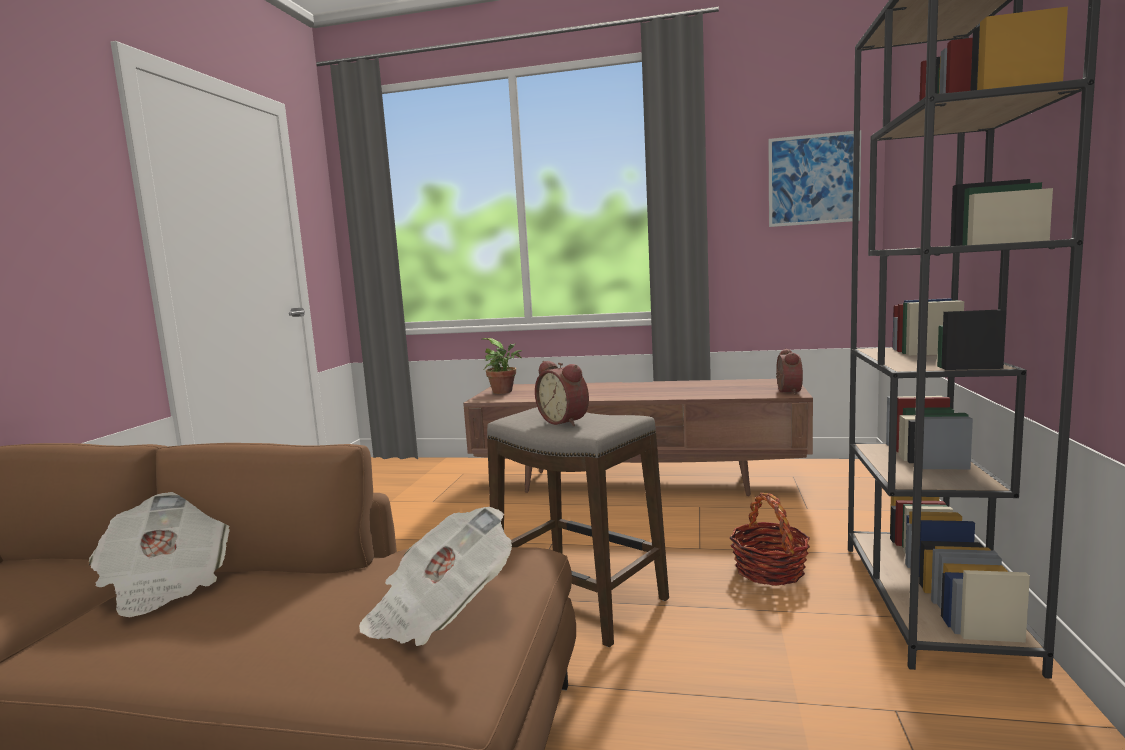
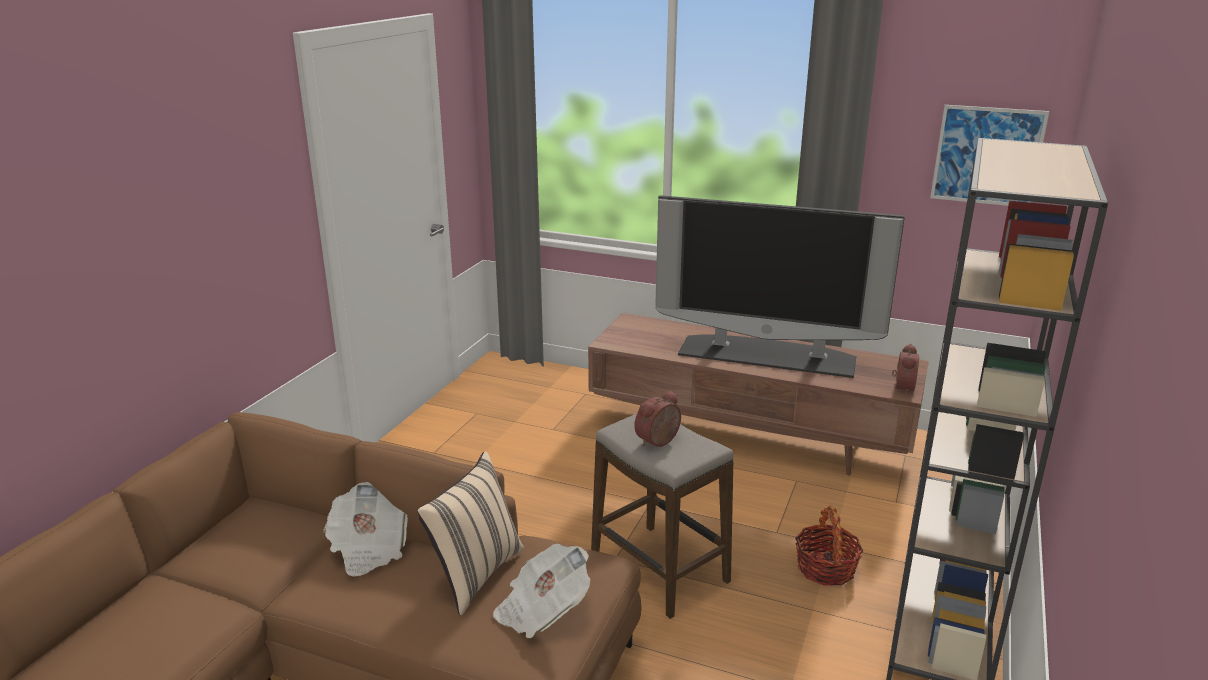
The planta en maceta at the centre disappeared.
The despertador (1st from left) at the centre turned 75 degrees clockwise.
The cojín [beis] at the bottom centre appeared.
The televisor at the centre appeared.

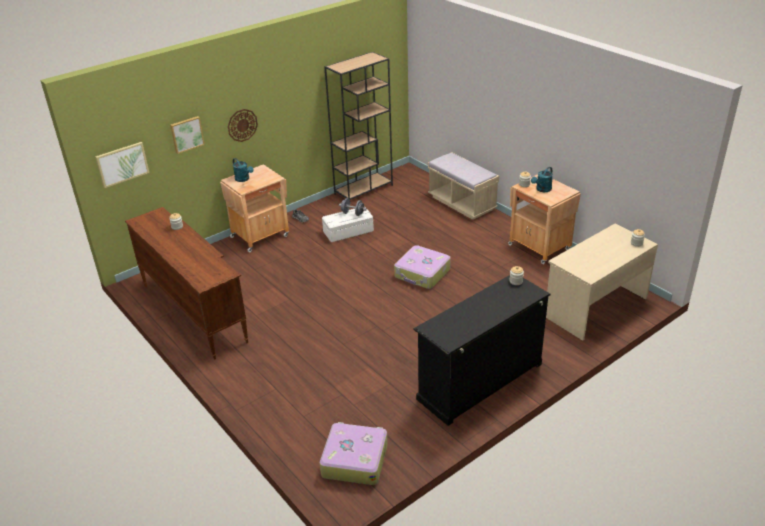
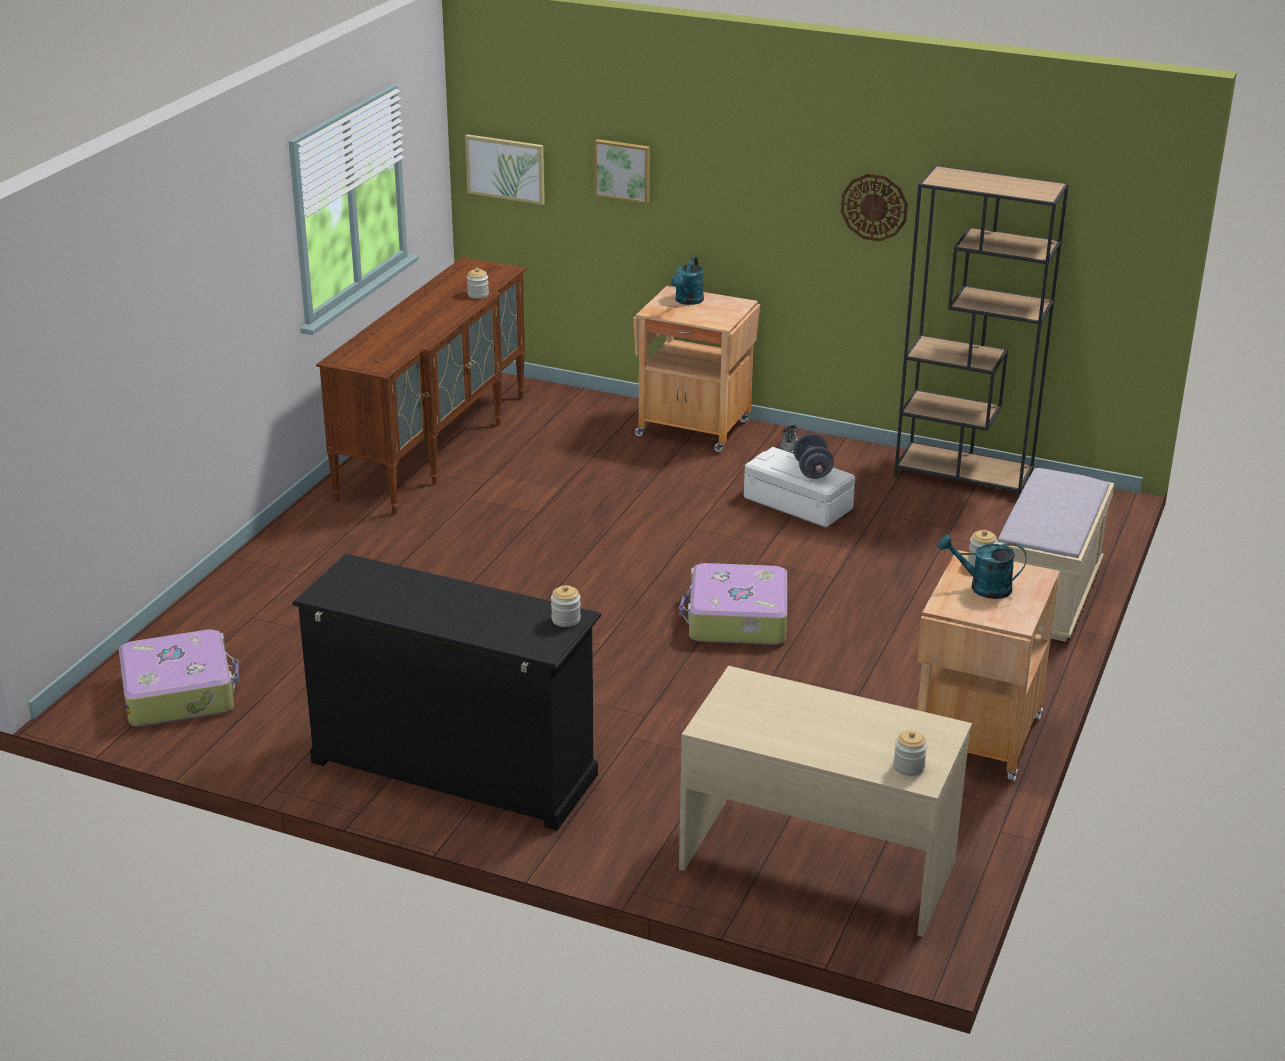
The reloj de pared moved from the top left to the top right.

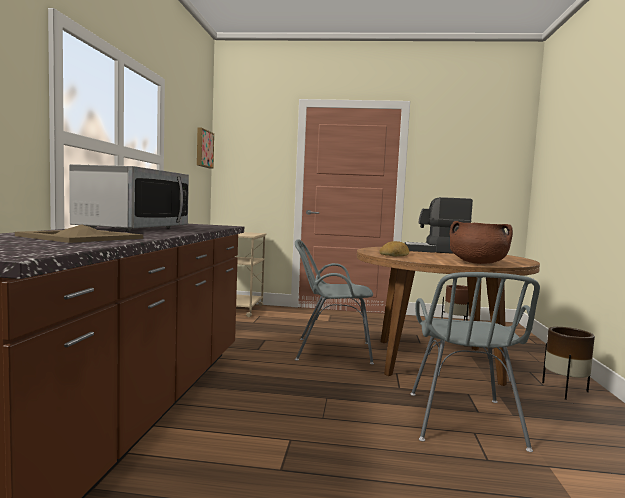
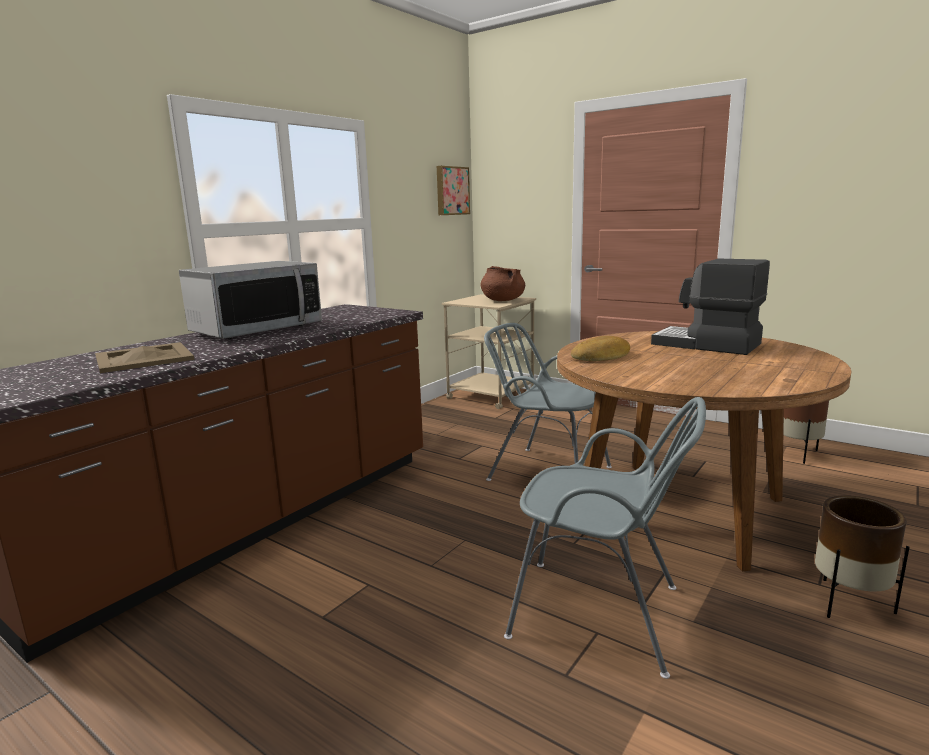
The silla [gris] (2nd from left) at the bottom right turned 105 degrees counterclockwise.
The olla [marrón] moved from the middle right to the centre.

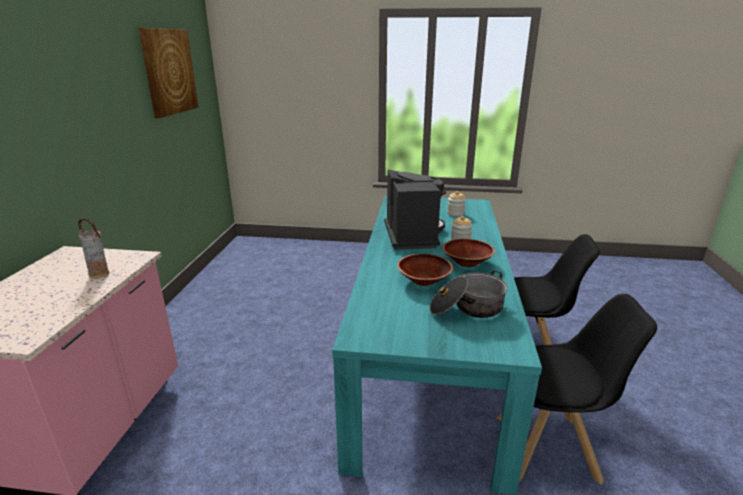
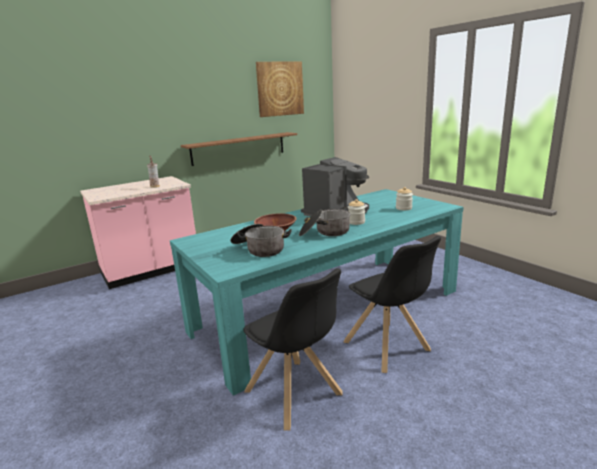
The cuenco [marrón] (2nd from left) at the centre was replaced by the olla (2nd from left) at the centre.
The estante [marrón] at the top centre appeared.

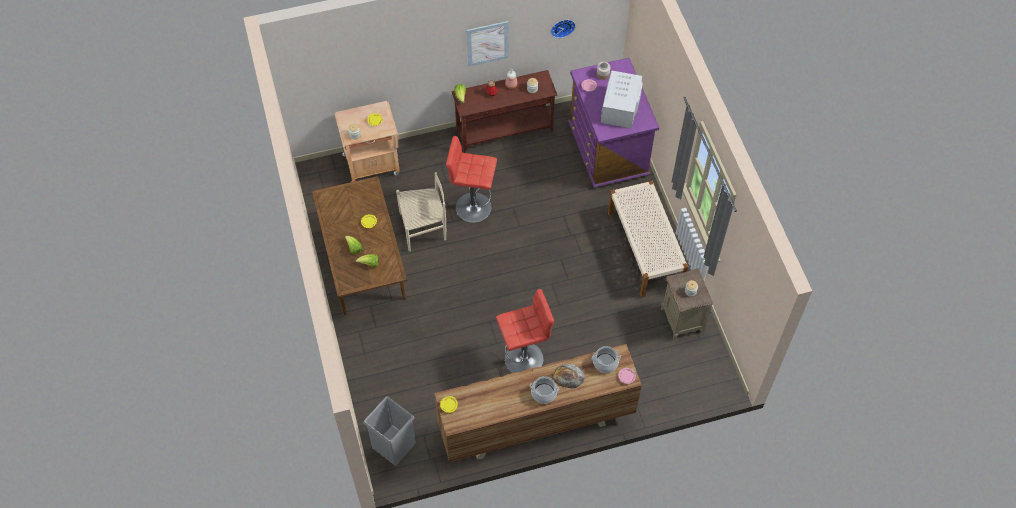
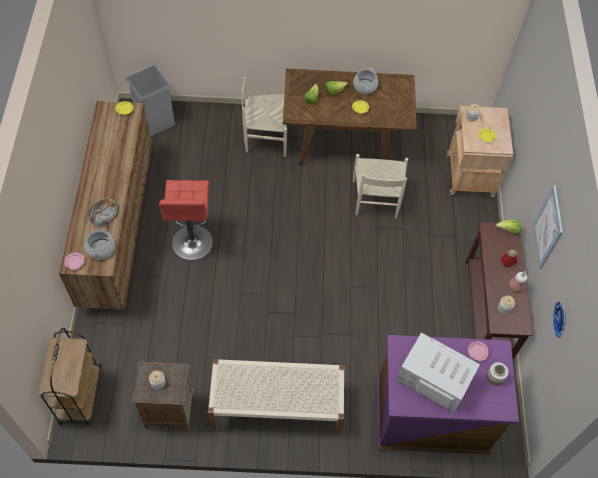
The taburete [rojo] (1st from left) at the centre disappeared.
The olla (1st from left in the first image) moved from the bottom centre to the top centre.
The carrito [marrón] (1st from left) at the bottom left appeared.
The silla [beis] (1st from left) at the top centre appeared.

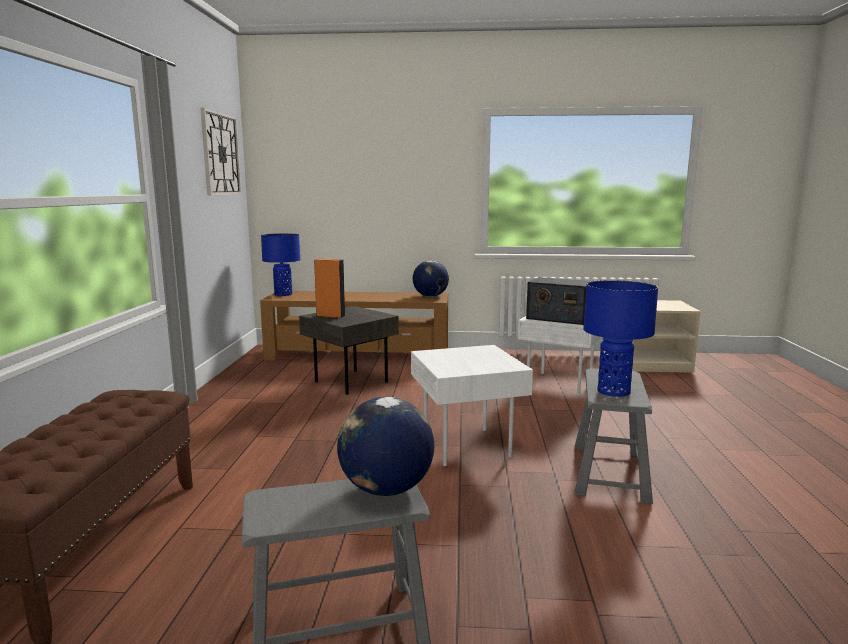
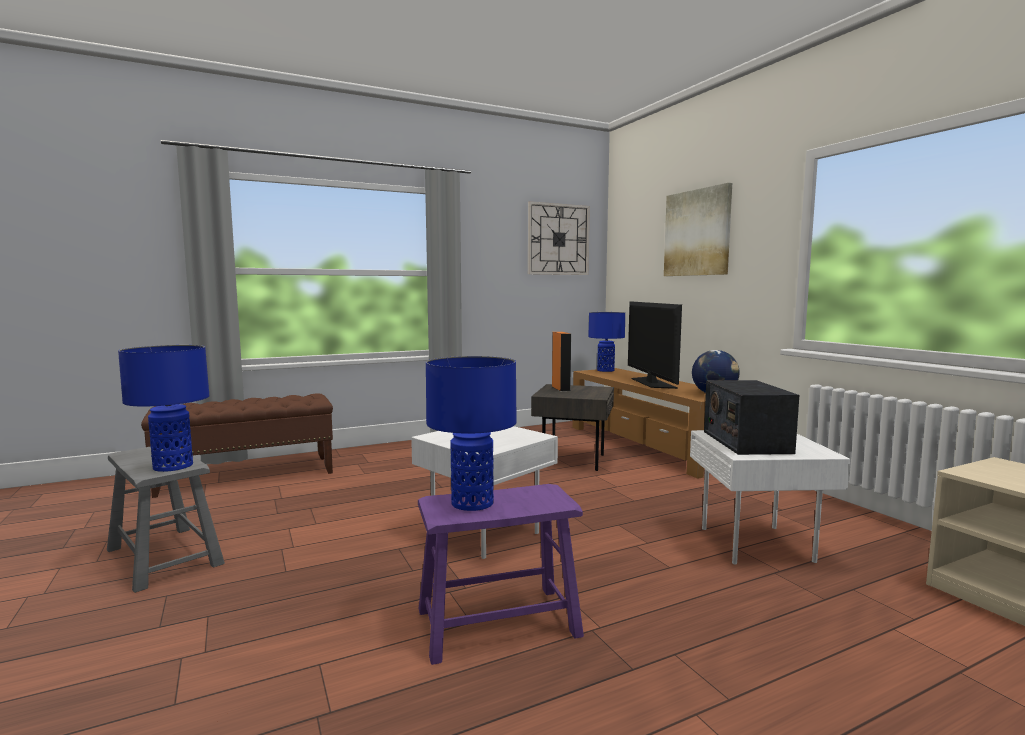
The globo terráqueo (1st from left) at the bottom centre was replaced by the lámpara de mesa [azul] (1st from left) at the middle left.
The taburete [gris] (2nd from left) at the bottom right became the taburete [morado] at the bottom centre.
The televisor at the centre appeared.
The cuadro at the top right appeared.

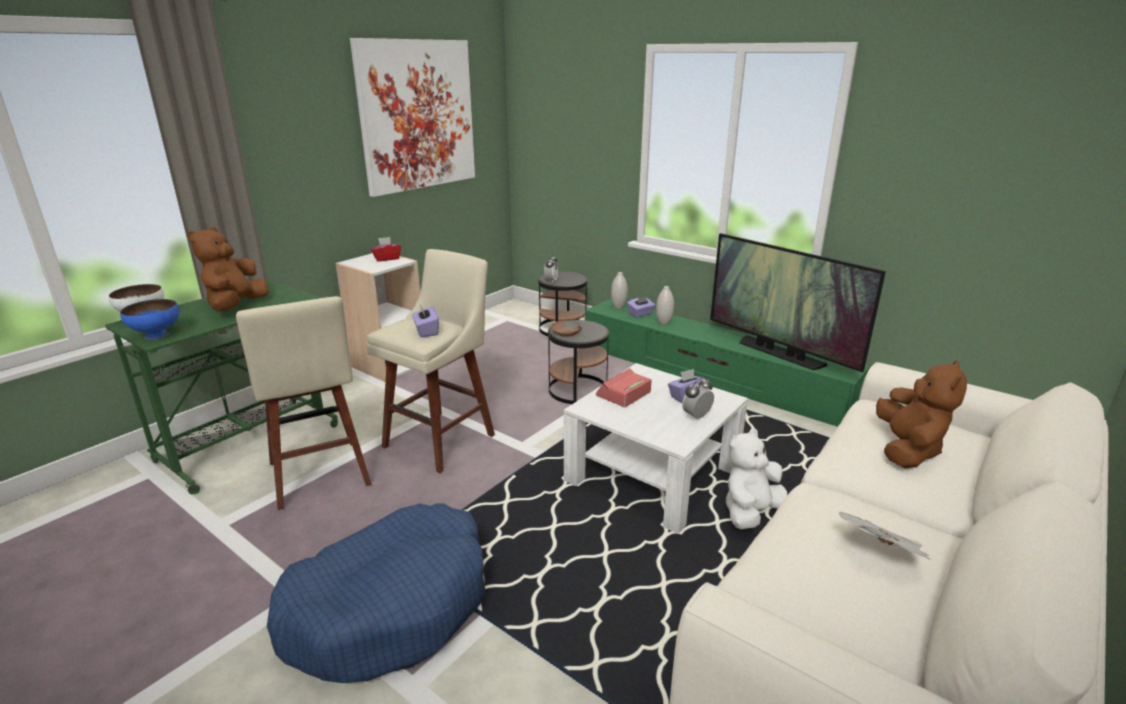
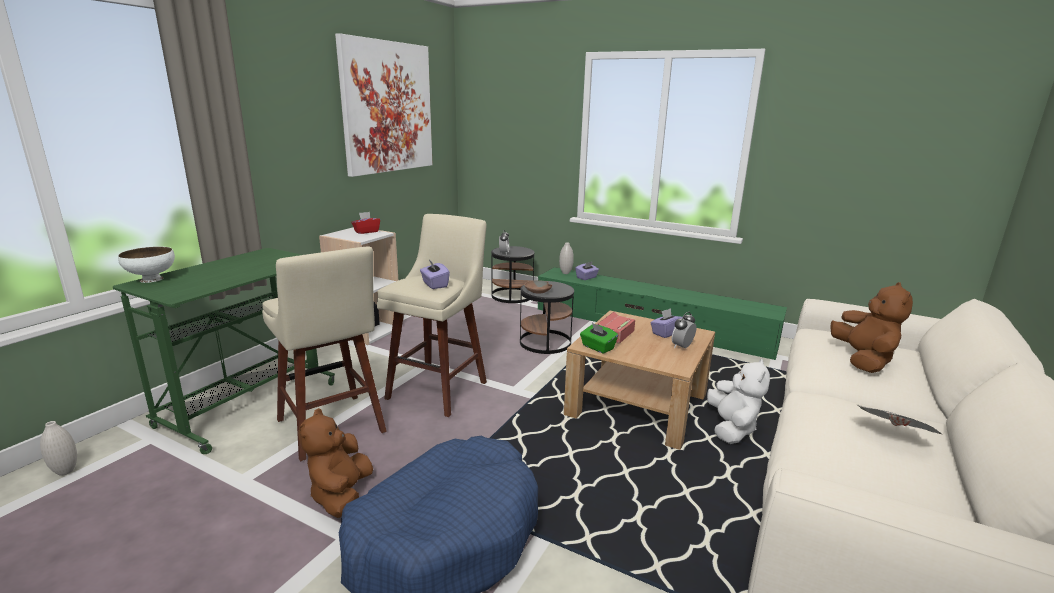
The cuenco [azul] at the middle left disappeared.
The peluche [marrón] (1st from left) moved from the middle left to the bottom left.
The mesa de centro [blanco] at the centre became the mesa de centro [marrón] at the centre.
The florero [blanco] (2nd from left in the first image) moved from the centre to the bottom left.
The televisor at the middle right disappeared.
The peluche [blanco] at the bottom right turned 150 degrees clockwise.
The caja de pañuelos [verde] at the centre appeared.

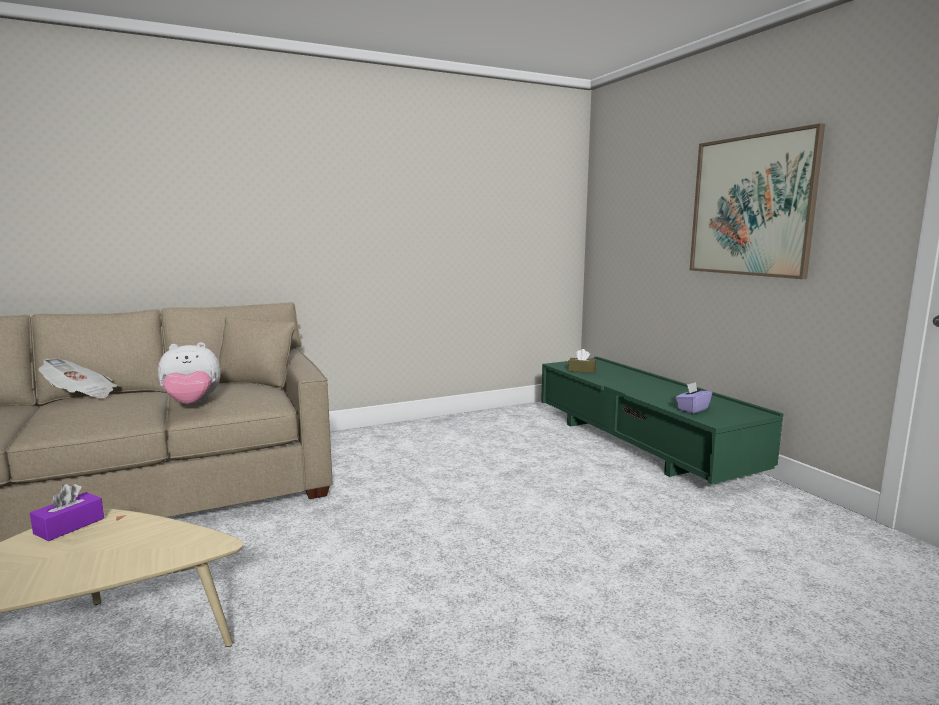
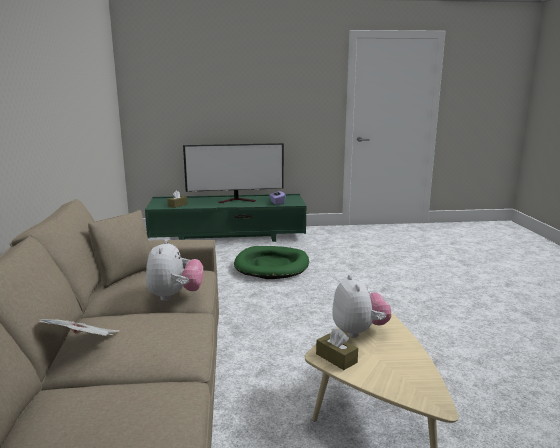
The caja de pañuelos [morado] (1st from left) at the bottom left became the caja de pañuelos [marrón] (2nd from left) at the bottom centre.
The cuadro at the top right disappeared.
The televisor at the centre appeared.
The cama para perro [verde] at the centre appeared.
The peluche (2nd from left) at the bottom centre appeared.

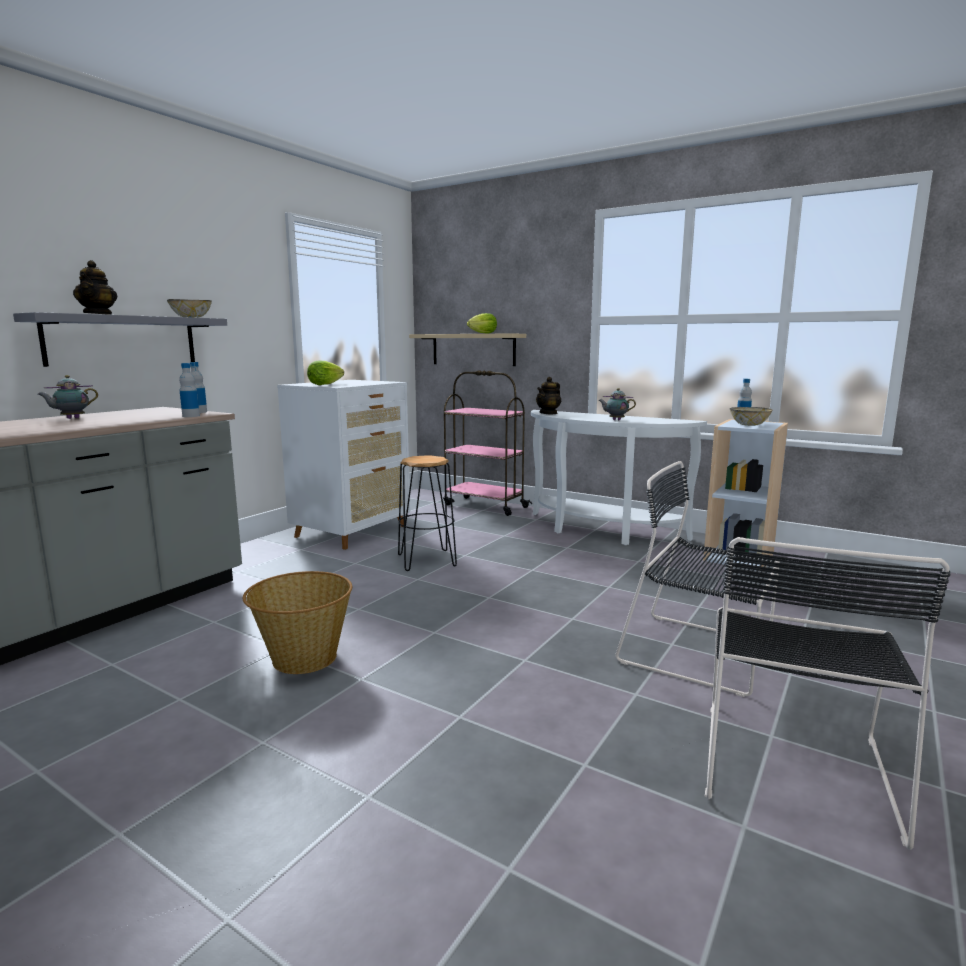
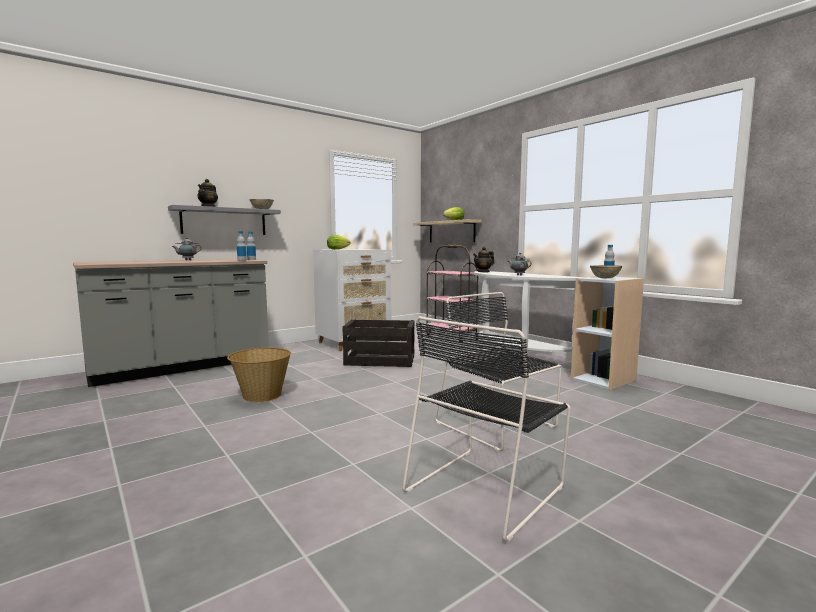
The taburete [negro] at the centre was replaced by the caja de embalaje at the centre.

